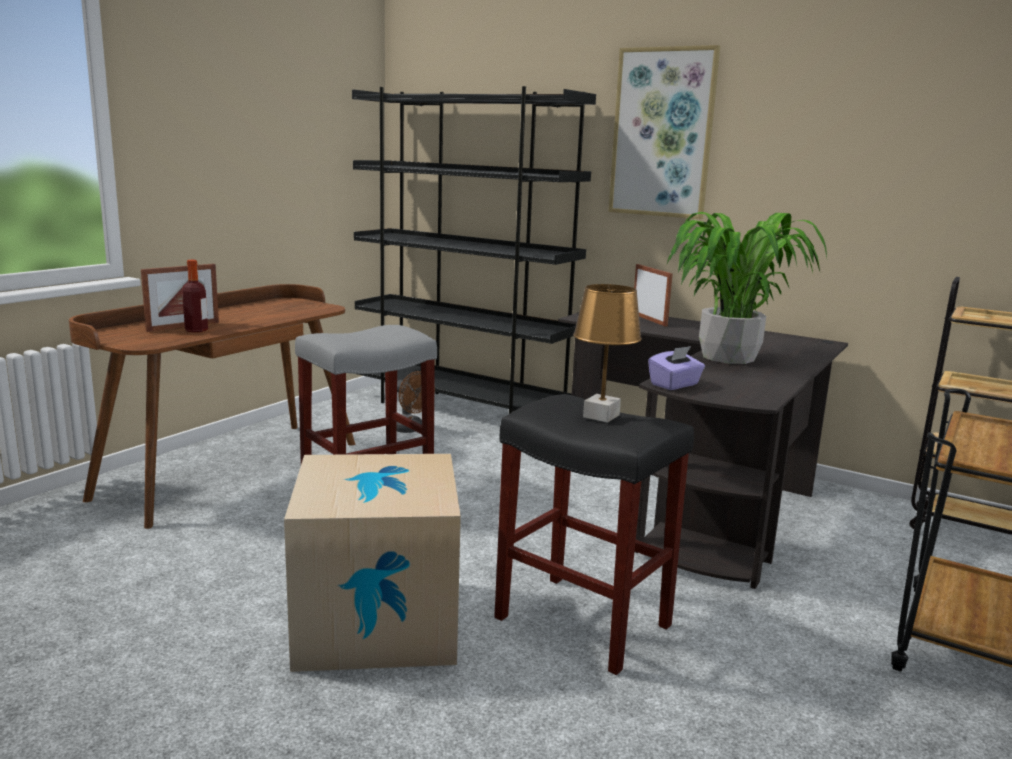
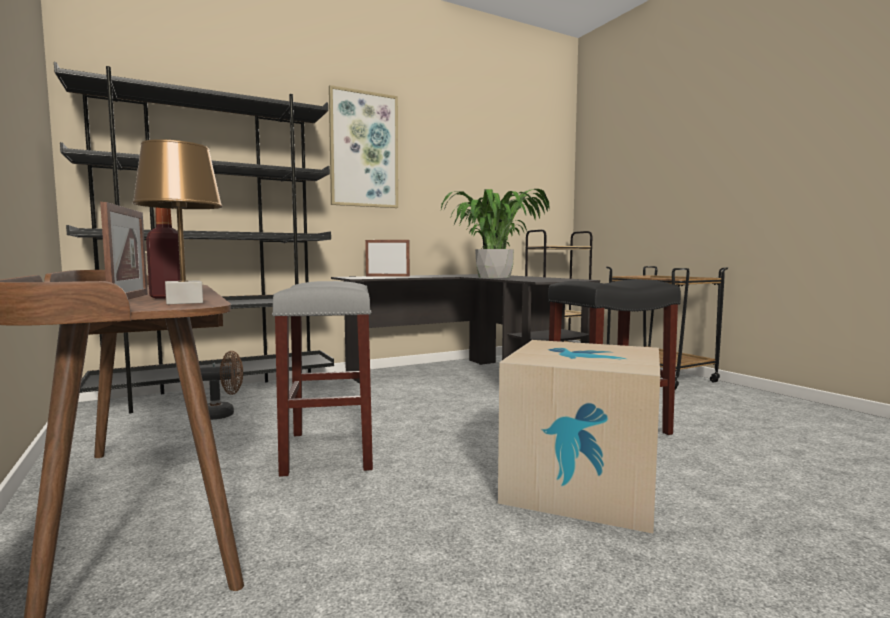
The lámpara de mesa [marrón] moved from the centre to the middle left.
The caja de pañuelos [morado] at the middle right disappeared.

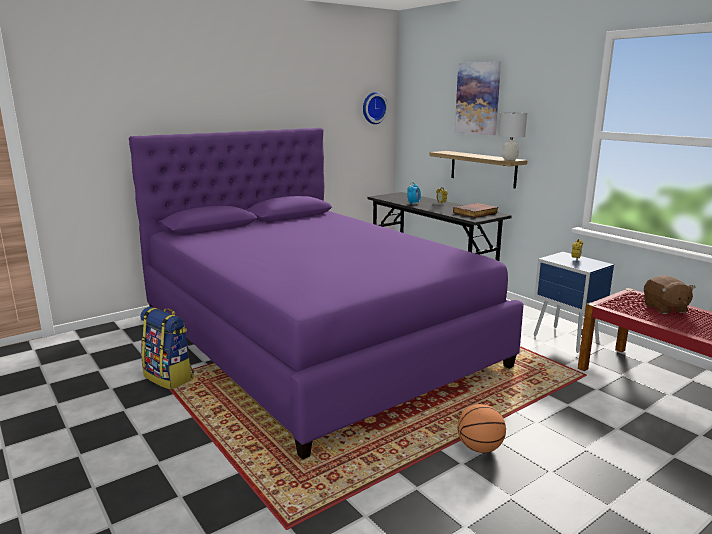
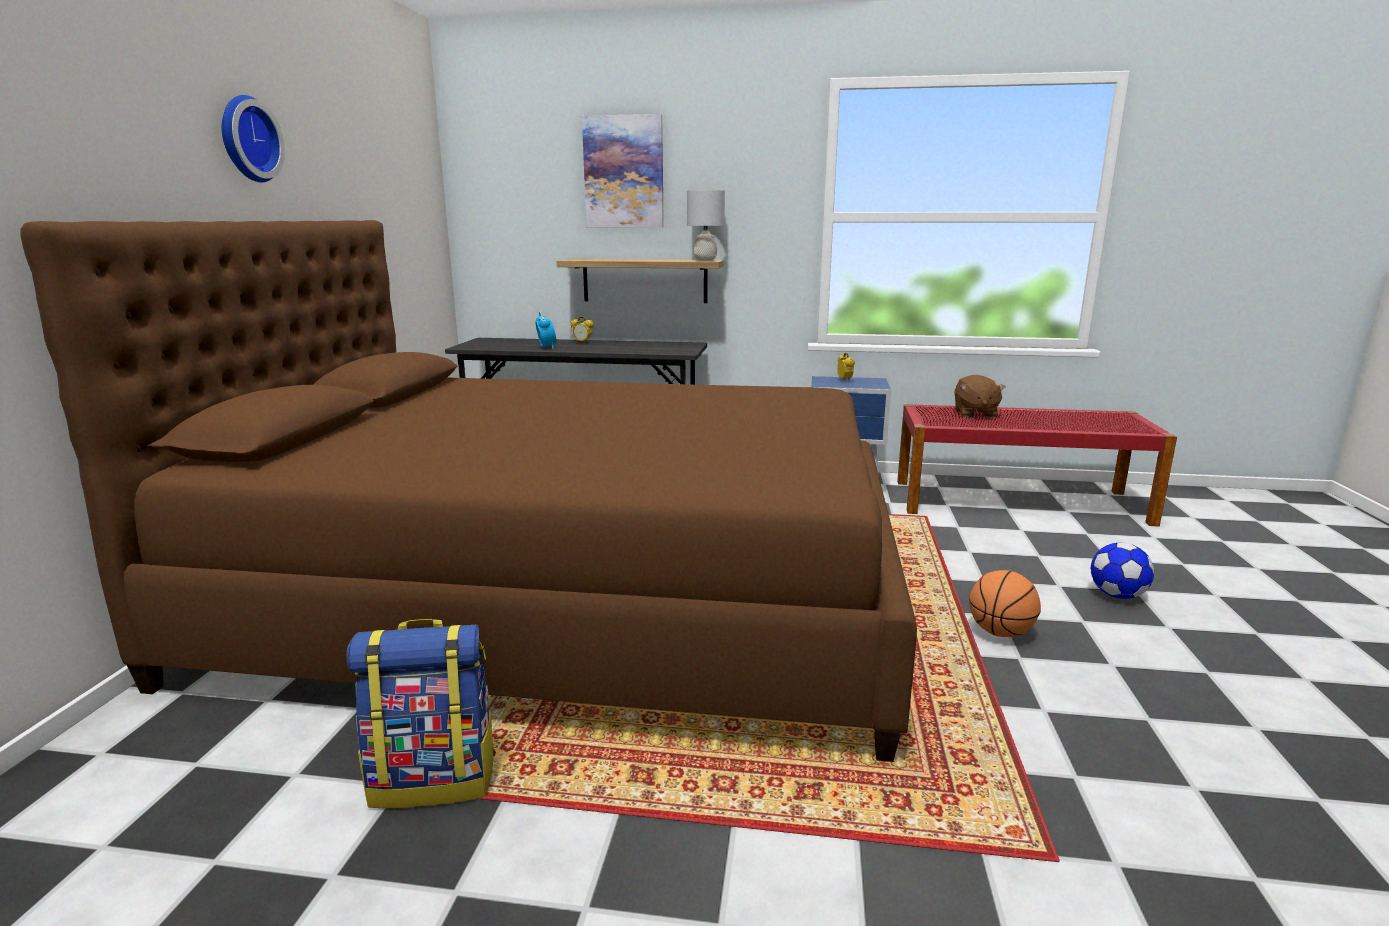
The cama [morado] at the centre became the cama [marrón] at the centre.
The reloj de pared moved from the top centre to the top left.
The libro at the middle right disappeared.
The peluche [marrón] at the middle right turned 60 degrees clockwise.
The balón de fútbol at the middle right appeared.

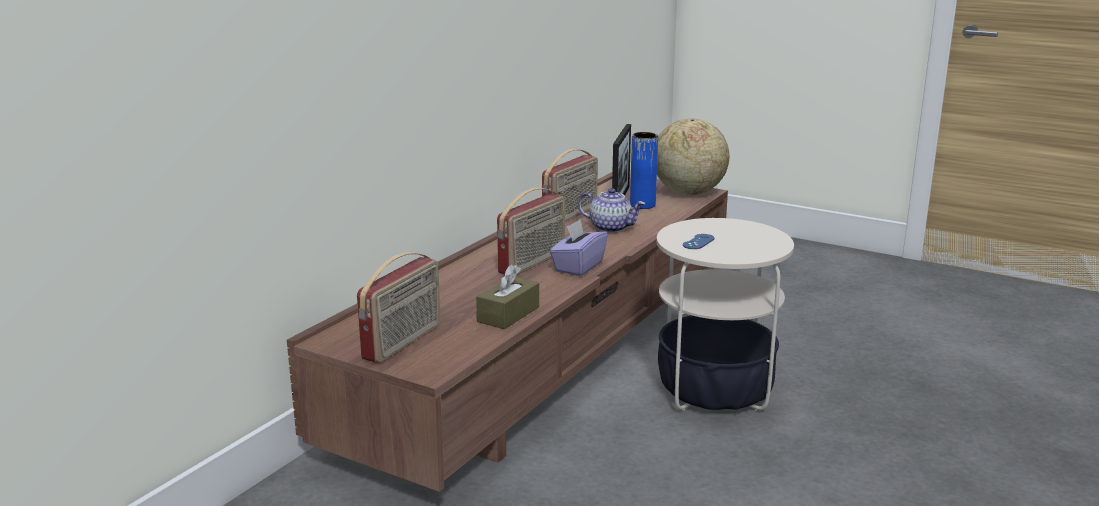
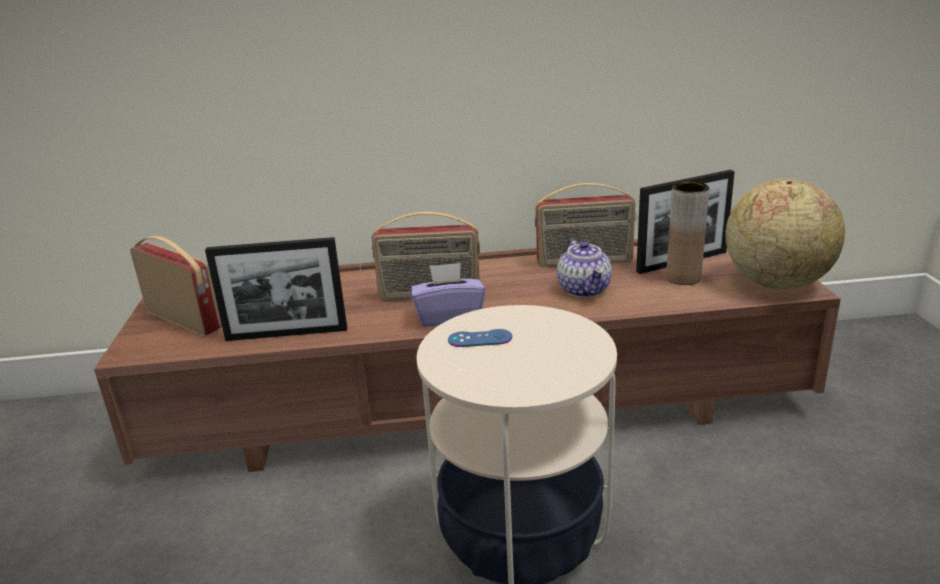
The radio (1st from left) at the centre turned 135 degrees counterclockwise.
The caja de pañuelos [marrón] at the centre was replaced by the portarretratos (1st from left) at the middle left.
The florero [azul] at the centre became the florero [marrón] at the middle right.

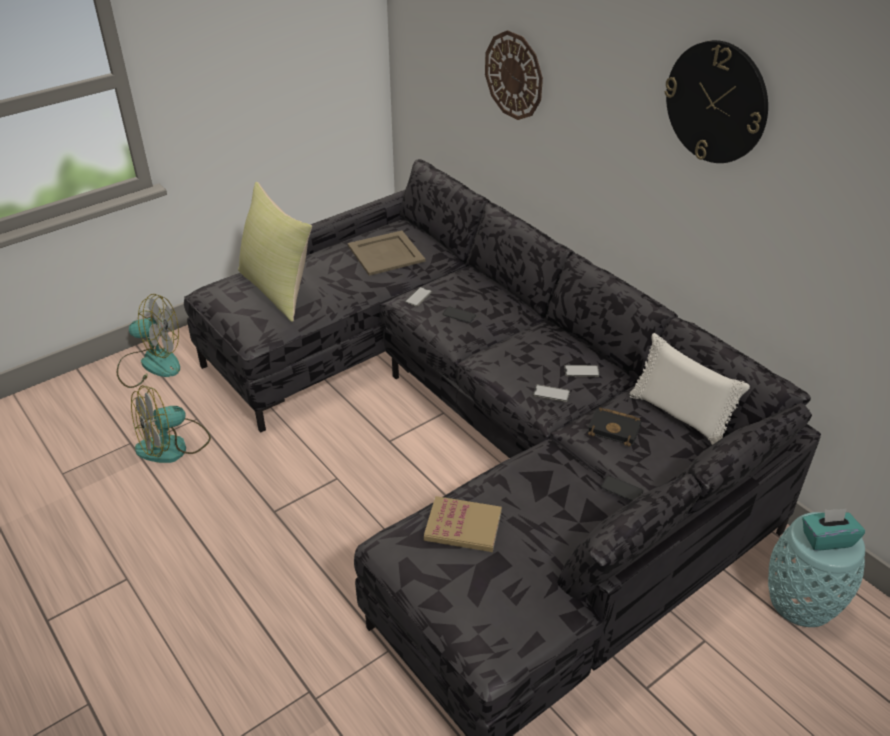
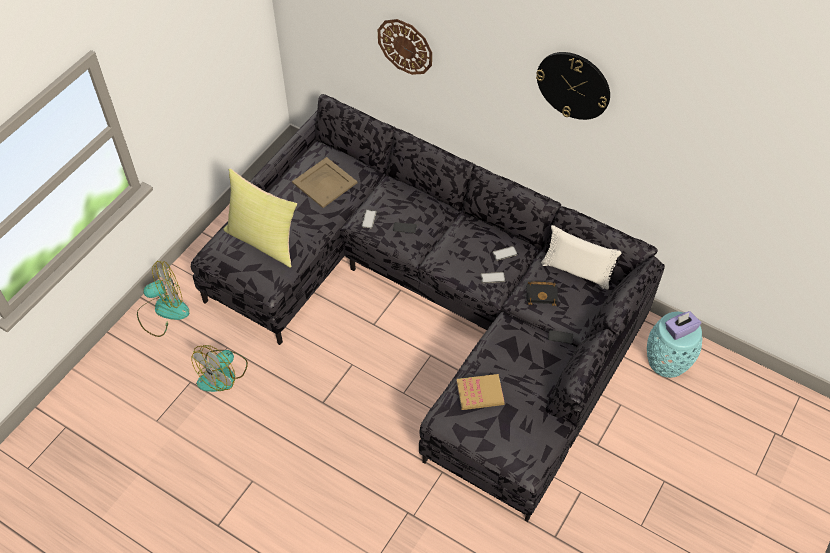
The caja de pañuelos [turquesa] at the bottom right became the caja de pañuelos [morado] at the middle right.

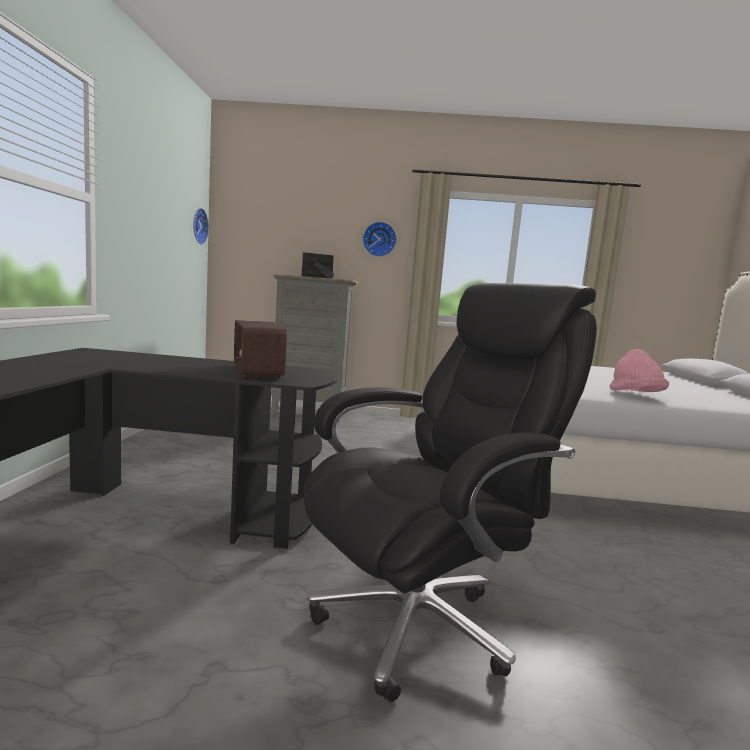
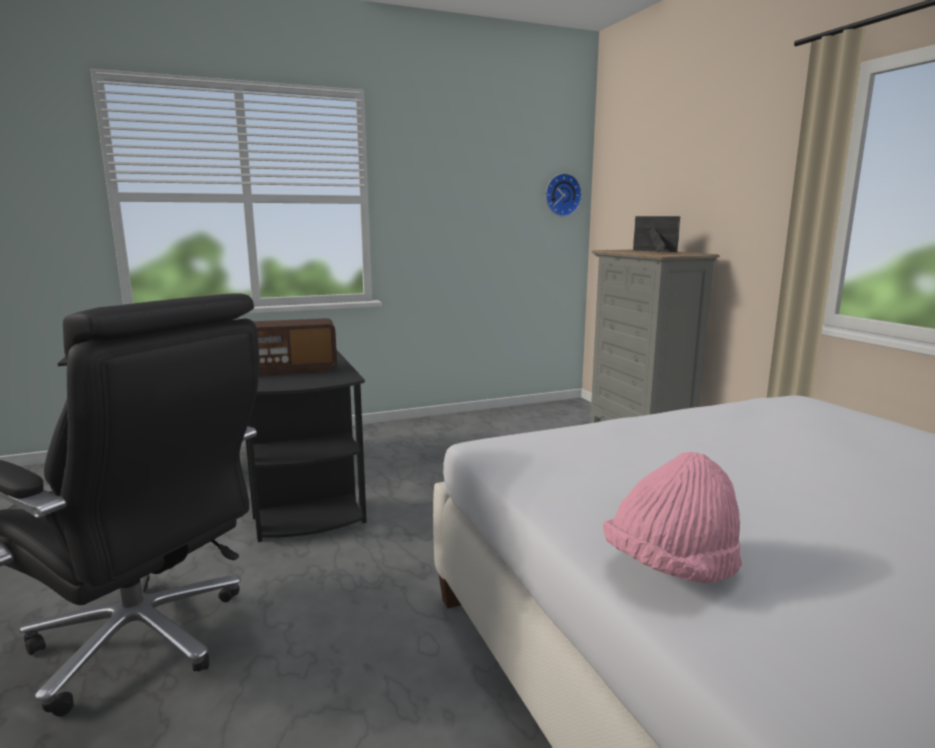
The radio at the centre turned 150 degrees counterclockwise.
The reloj de pared (2nd from left) at the top centre disappeared.

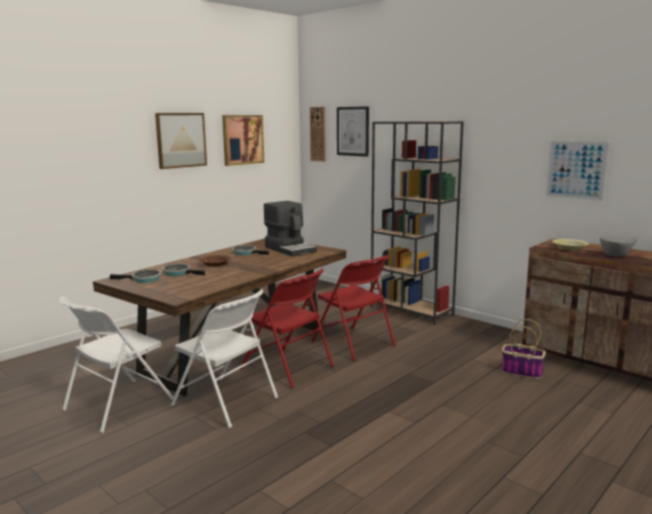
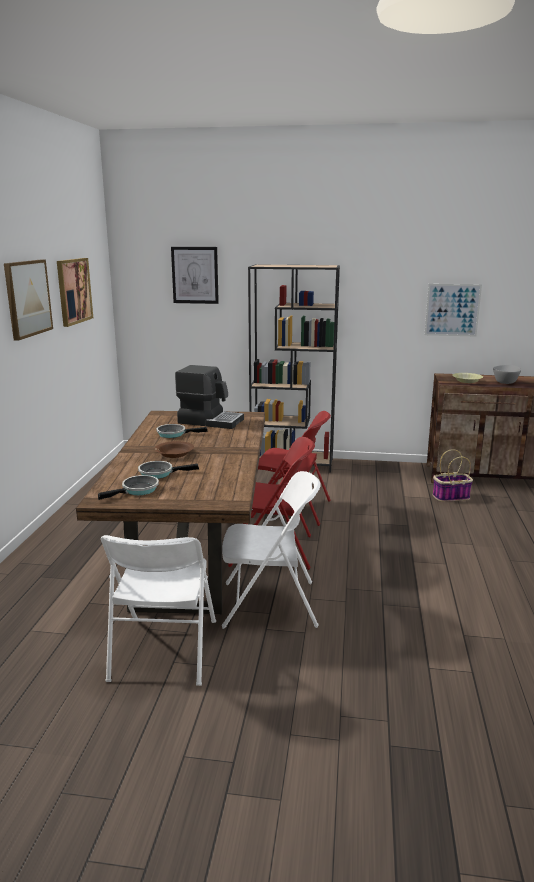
The reloj de pared at the top centre disappeared.

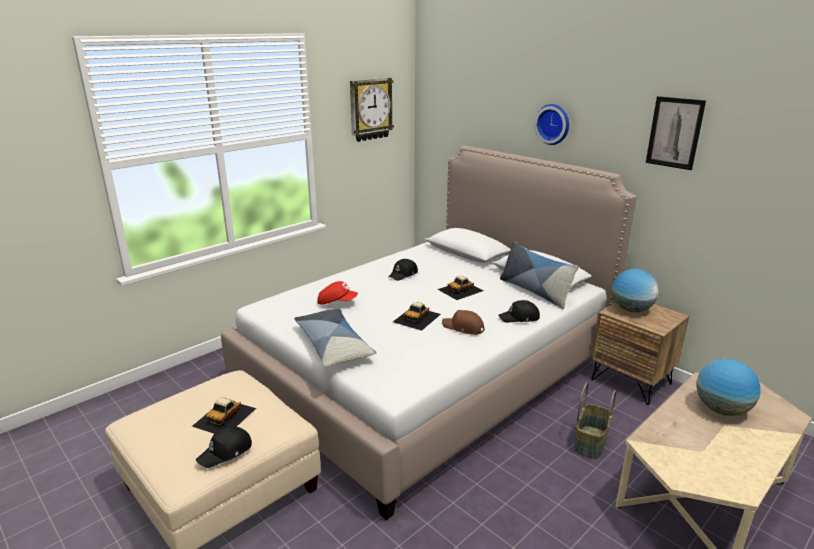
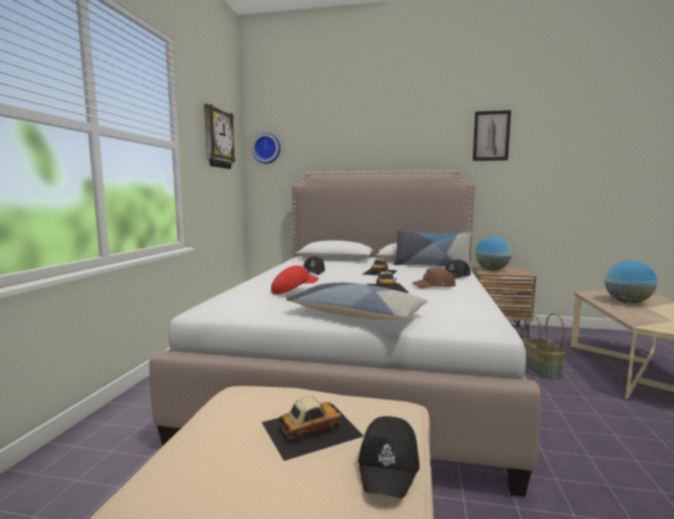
The coche de juguete (1st from left) at the bottom left turned 105 degrees counterclockwise.
The reloj de pared (2nd from left) moved from the top right to the top centre.

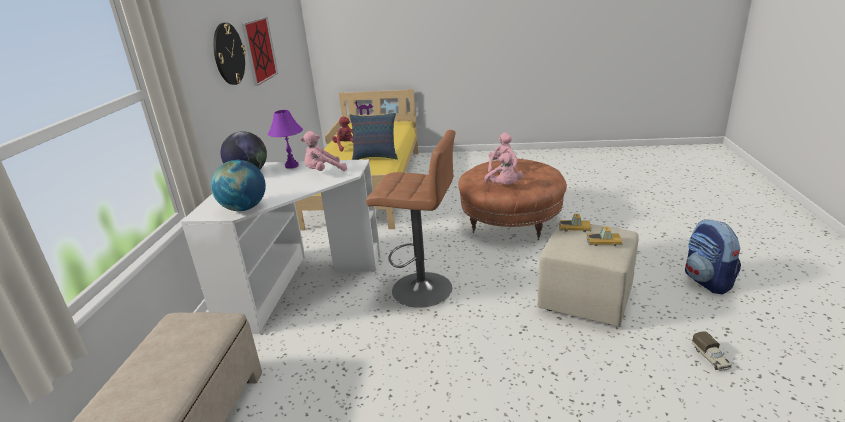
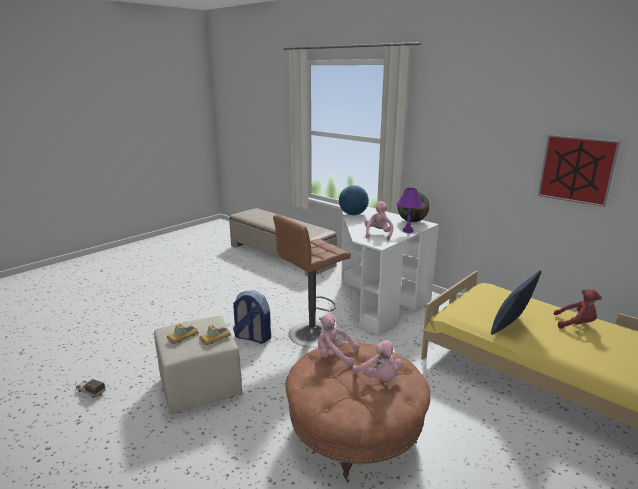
The reloj de pared at the top left disappeared.
The mochila moved from the middle right to the centre.

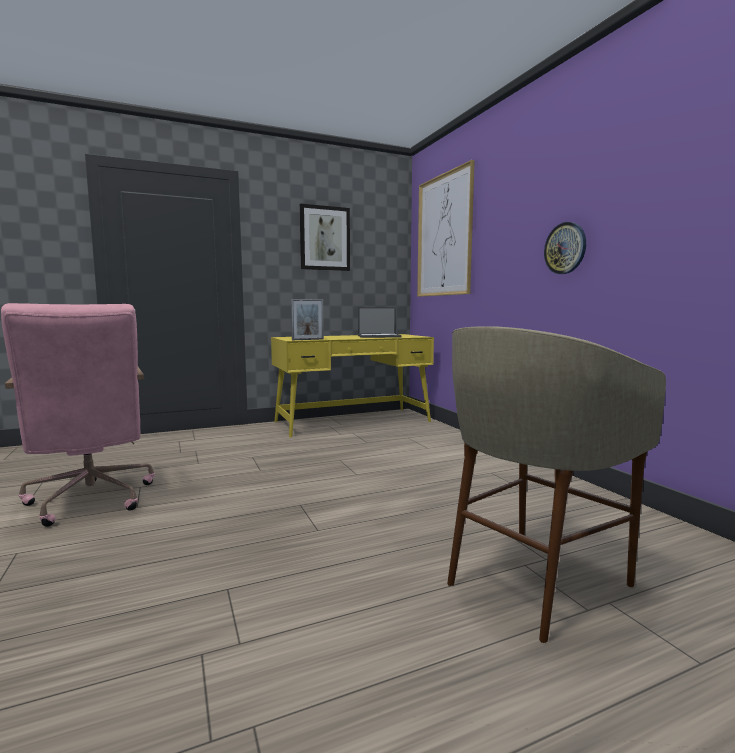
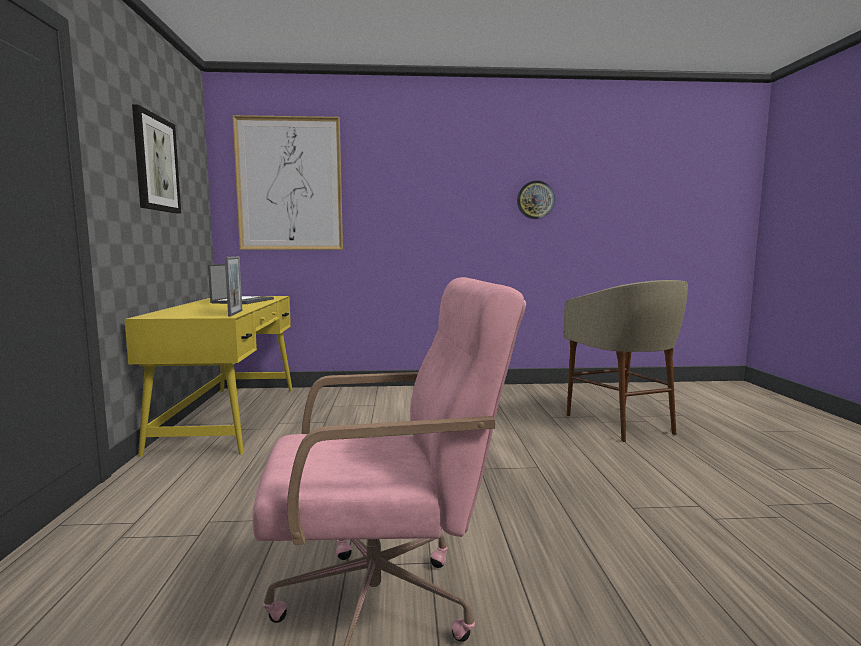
The reloj de pared moved from the top right to the top centre.

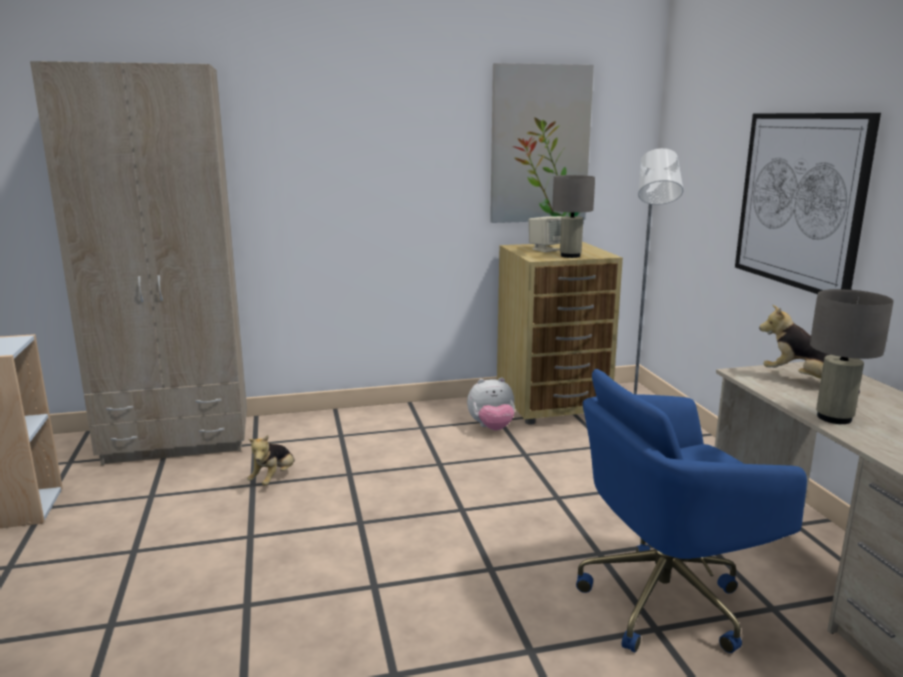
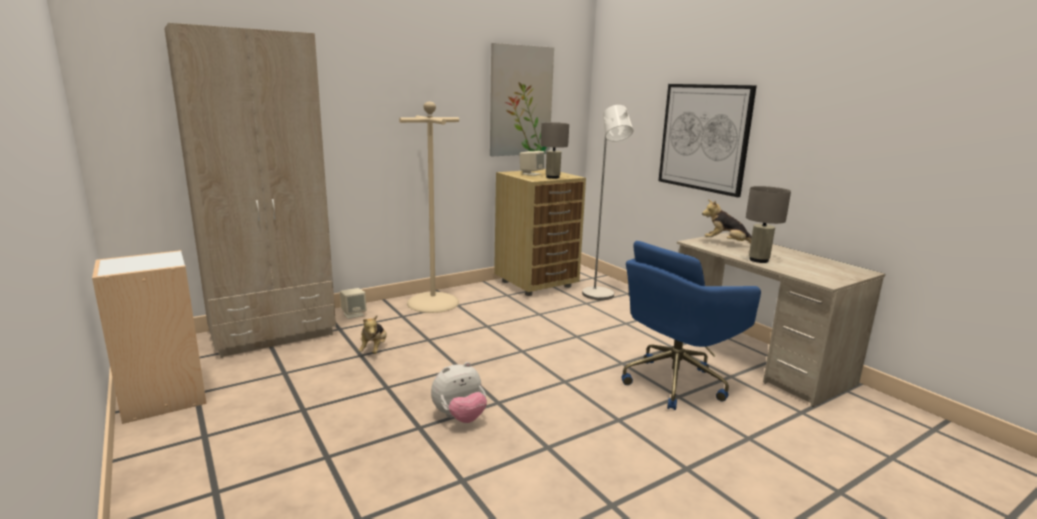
The peluche (2nd from left) moved from the centre to the bottom centre.
The altavoz [beis] (1st from left) at the centre appeared.
The perchero [beis] at the centre appeared.

